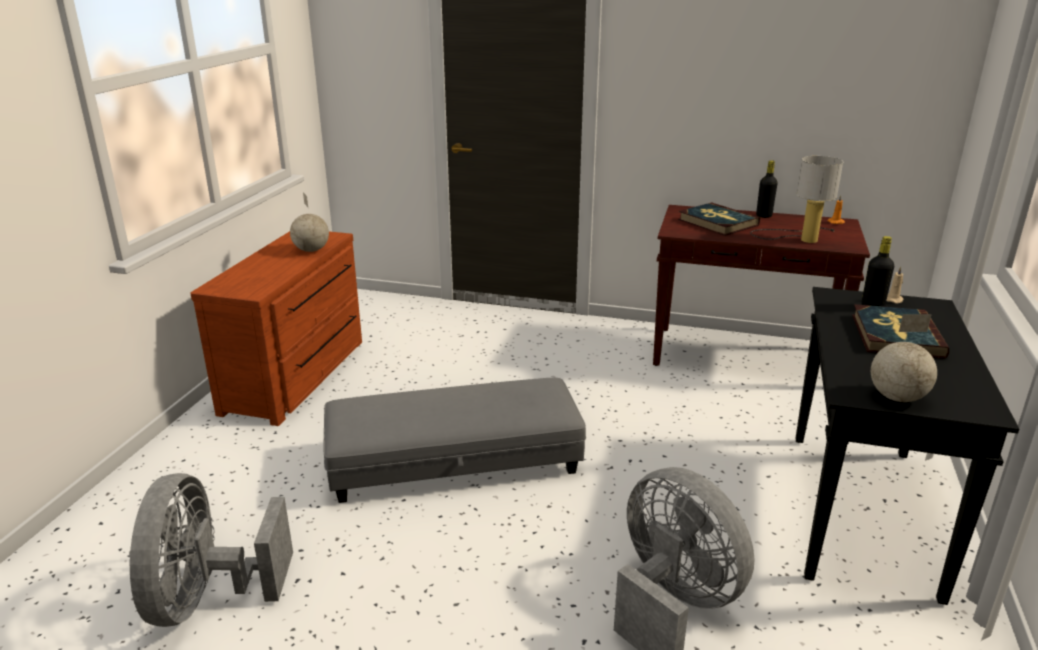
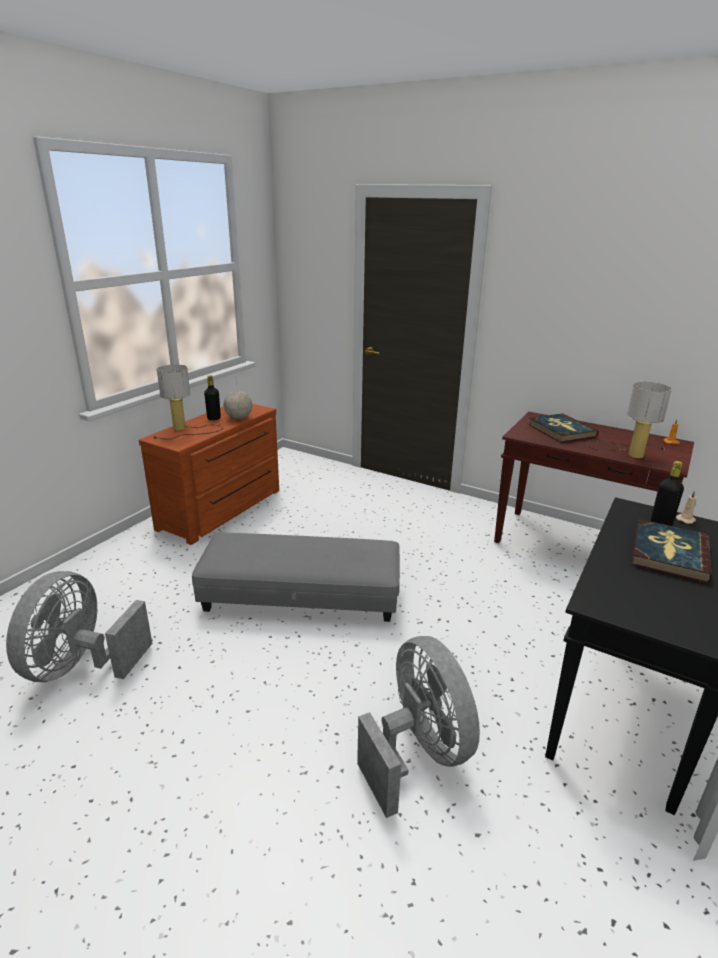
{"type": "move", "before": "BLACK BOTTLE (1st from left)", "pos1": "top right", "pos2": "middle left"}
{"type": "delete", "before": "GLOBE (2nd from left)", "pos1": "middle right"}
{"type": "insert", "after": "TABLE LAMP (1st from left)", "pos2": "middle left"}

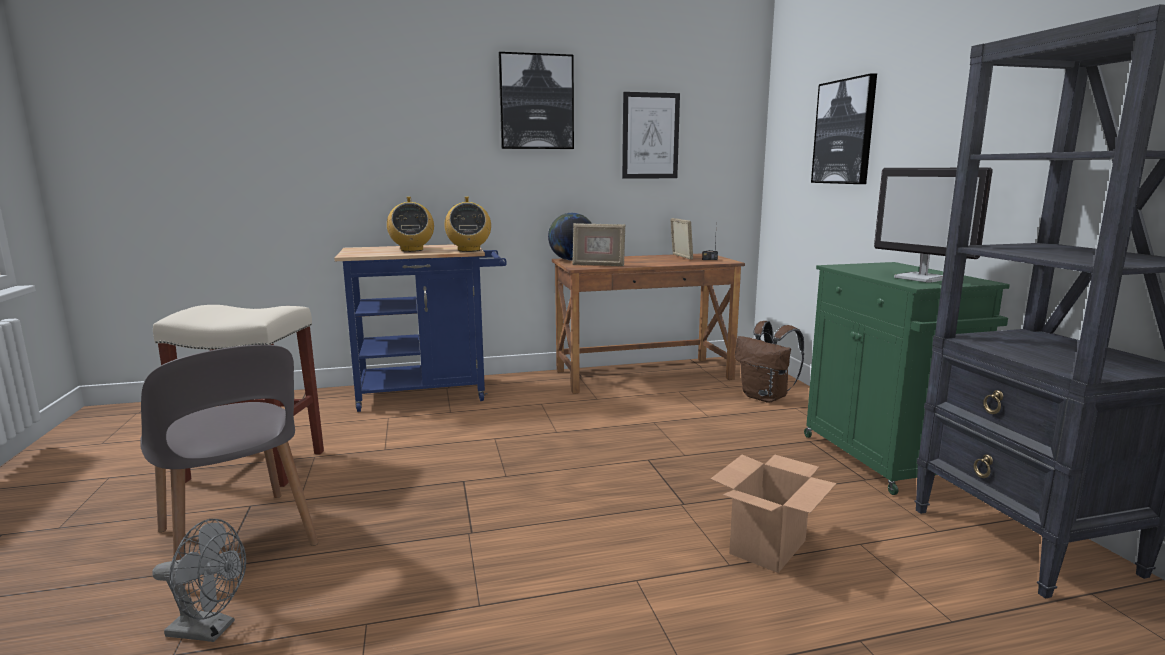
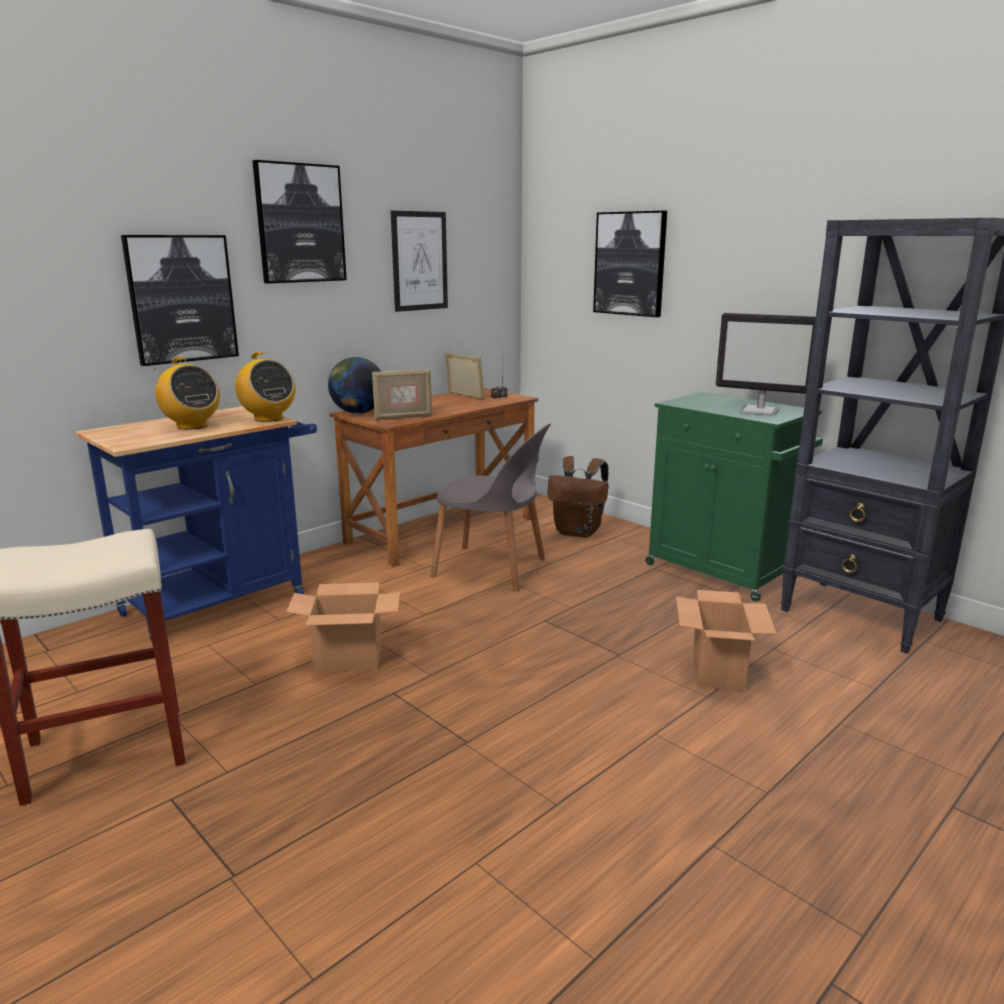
{"type": "move", "before": "GREY CHAIR", "pos1": "bottom left", "pos2": "centre"}
{"type": "delete", "before": "GREY FAN", "pos1": "bottom left"}
{"type": "insert", "after": "PICTURE (1st from left)", "pos2": "top left"}
{"type": "insert", "after": "CARDBOARD BOX (1st from left)", "pos2": "centre"}

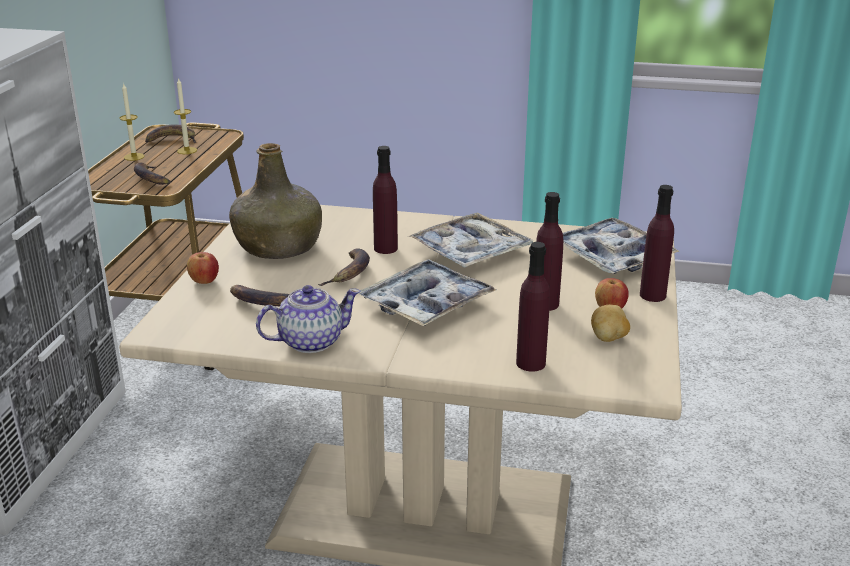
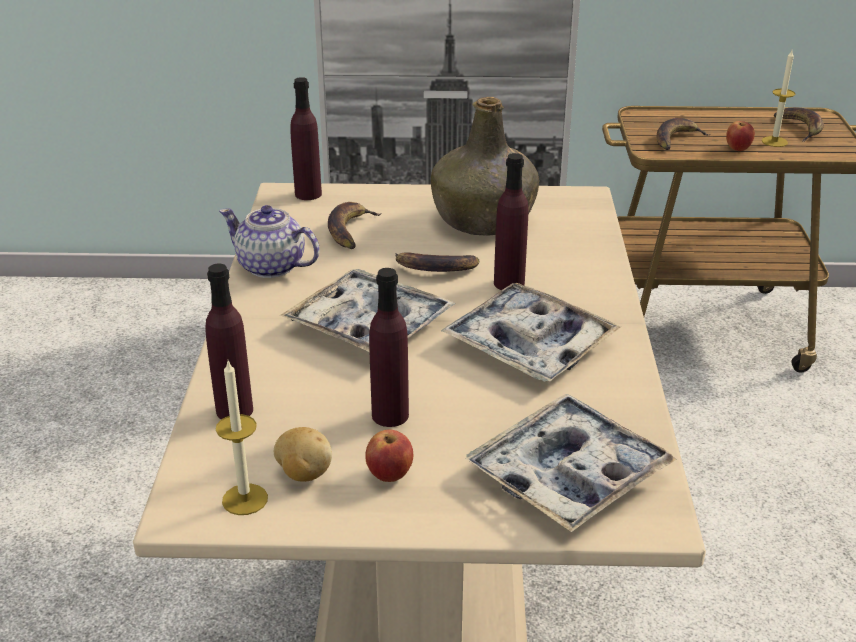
{"type": "move", "before": "CANDLE (1st from left)", "pos1": "top left", "pos2": "bottom left"}
{"type": "move", "before": "APPLE (1st from left in the first image)", "after": "APPLE (2nd from left)", "pos1": "middle left", "pos2": "top right"}
{"type": "rotate", "before": "TEAPOT", "pos1": "centre", "pos2": "middle left", "turn": 150}
{"type": "move", "before": "PURPLE BOTTLE (4th from left in the first image)", "after": "PURPLE BOTTLE (2nd from left)", "pos1": "middle right", "pos2": "top centre"}

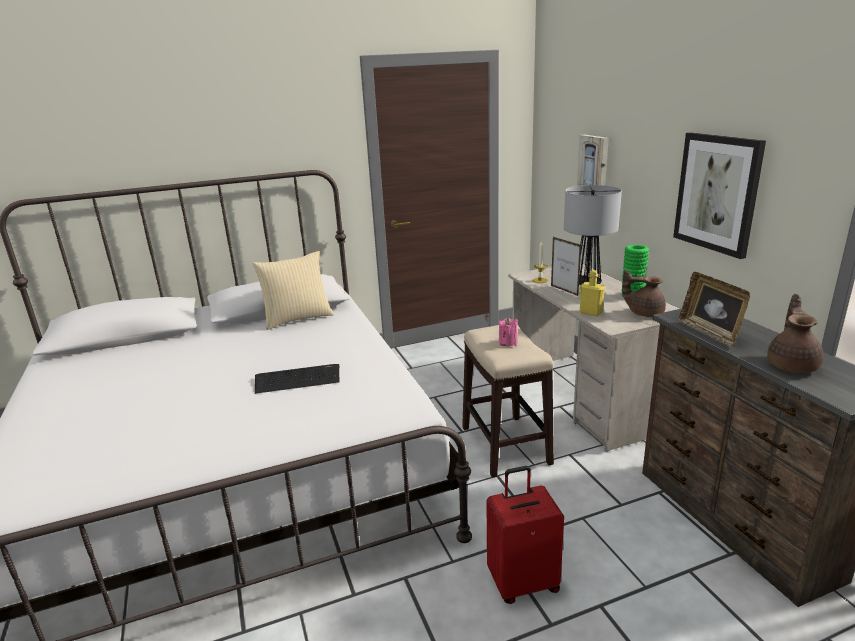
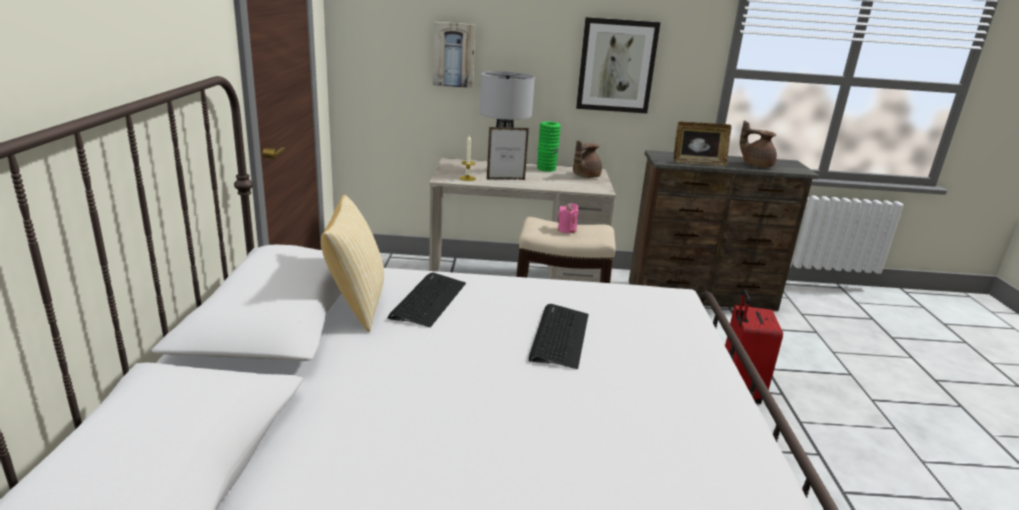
{"type": "delete", "before": "YELLOW BOTTLE", "pos1": "middle right"}
{"type": "insert", "after": "KEYBOARD (1st from left)", "pos2": "centre"}

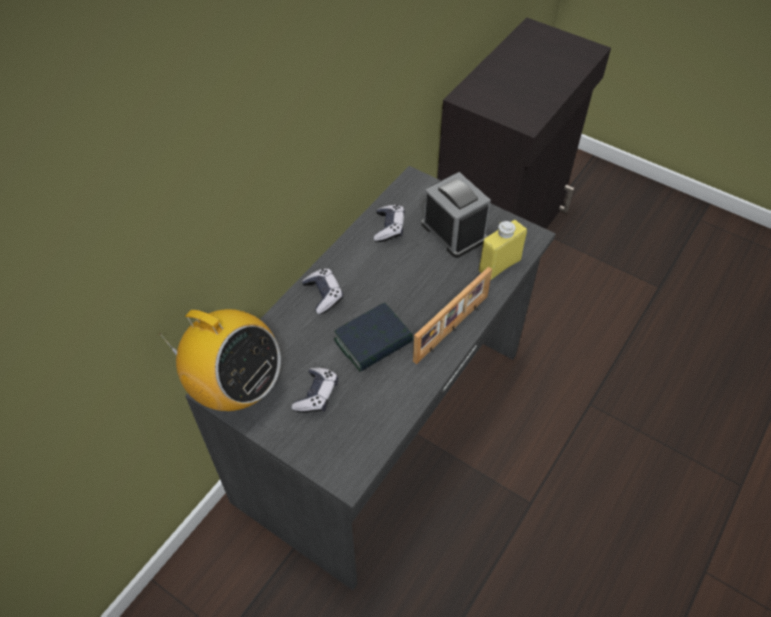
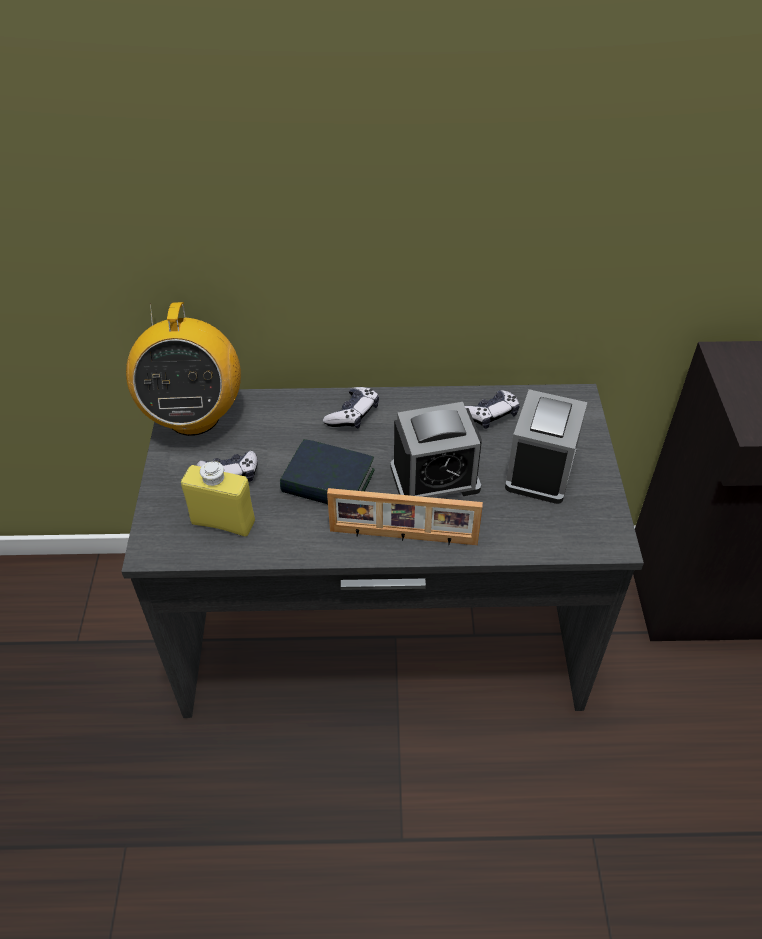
{"type": "move", "before": "YELLOW BOTTLE", "pos1": "centre", "pos2": "middle left"}
{"type": "insert", "after": "ALARM CLOCK (1st from left)", "pos2": "centre"}

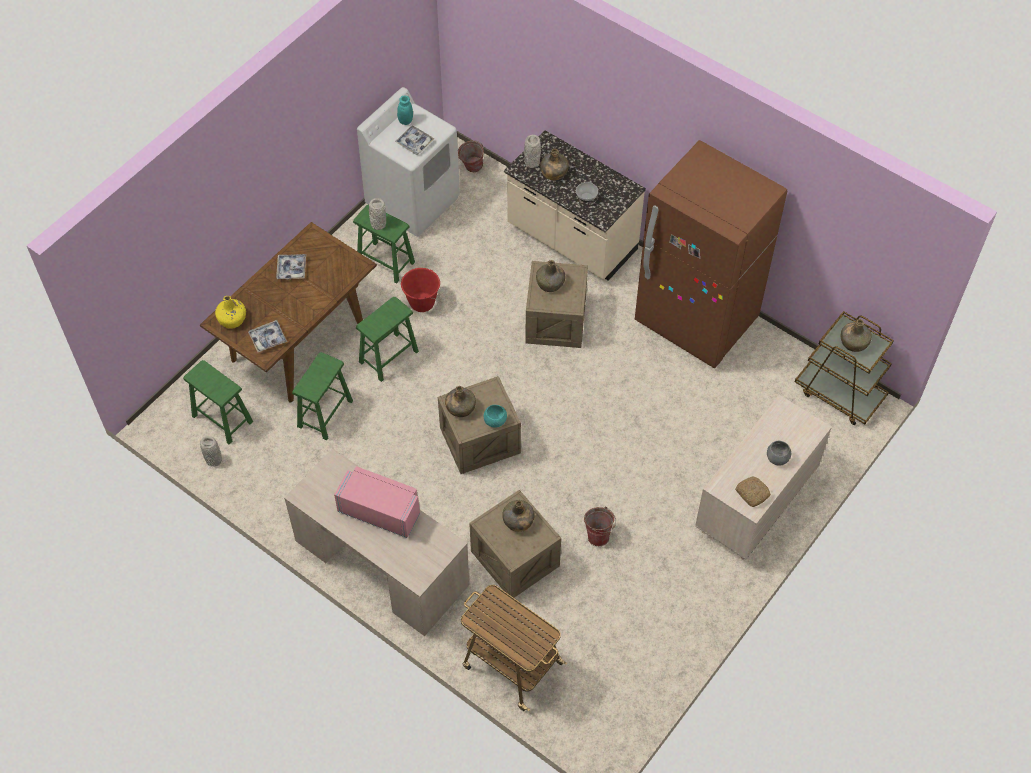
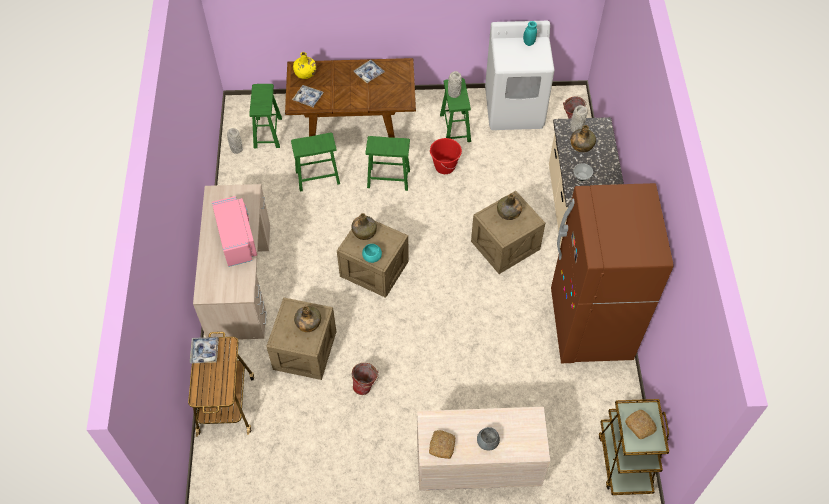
{"type": "move", "before": "TRAY (3rd from left in the first image)", "after": "TRAY (1st from left)", "pos1": "top centre", "pos2": "bottom left"}
{"type": "replace", "before": "GREEN BOTTLE (5th from left)", "after": "BREAD (2nd from left)", "pos1": "middle right", "pos2": "bottom right"}

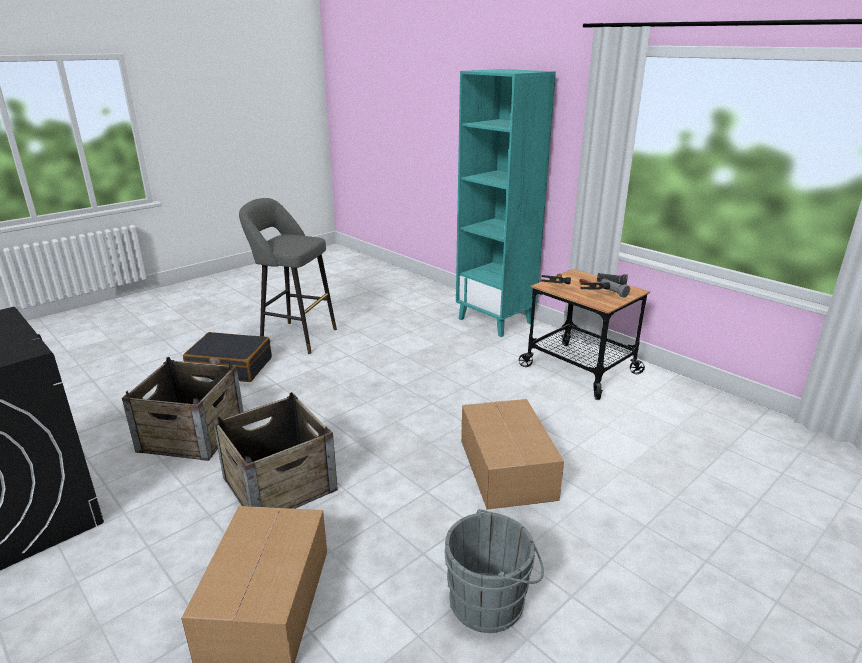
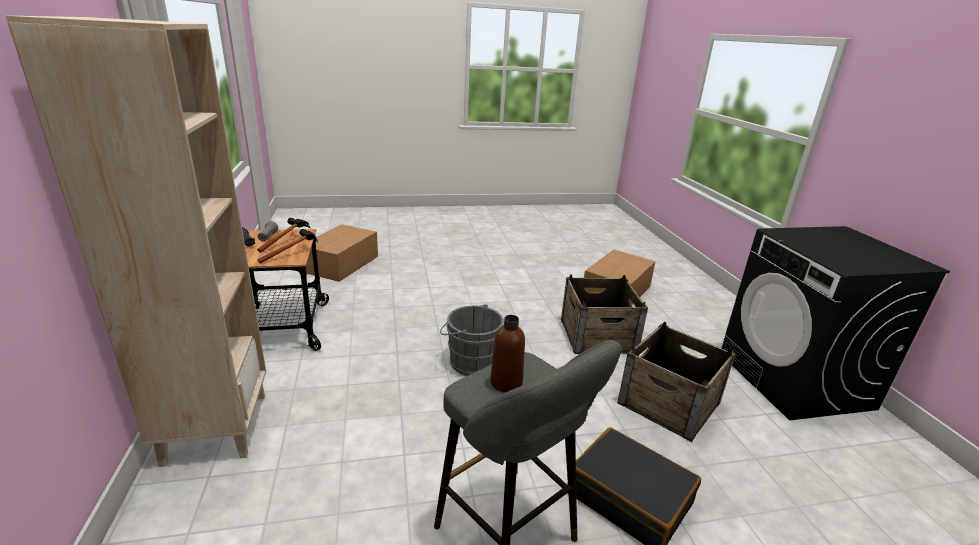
{"type": "move", "before": "GREY BUCKET", "pos1": "bottom centre", "pos2": "centre"}
{"type": "recolor", "before": "TURQUOISE BOOKCASE", "after": "BEIGE BOOKCASE", "pos1": "top centre", "pos2": "middle left"}
{"type": "move", "before": "CARDBOARD BOX (2nd from left in the first image)", "after": "CARDBOARD BOX (1st from left)", "pos1": "bottom centre", "pos2": "centre"}
{"type": "insert", "after": "BROWN BOTTLE", "pos2": "centre"}

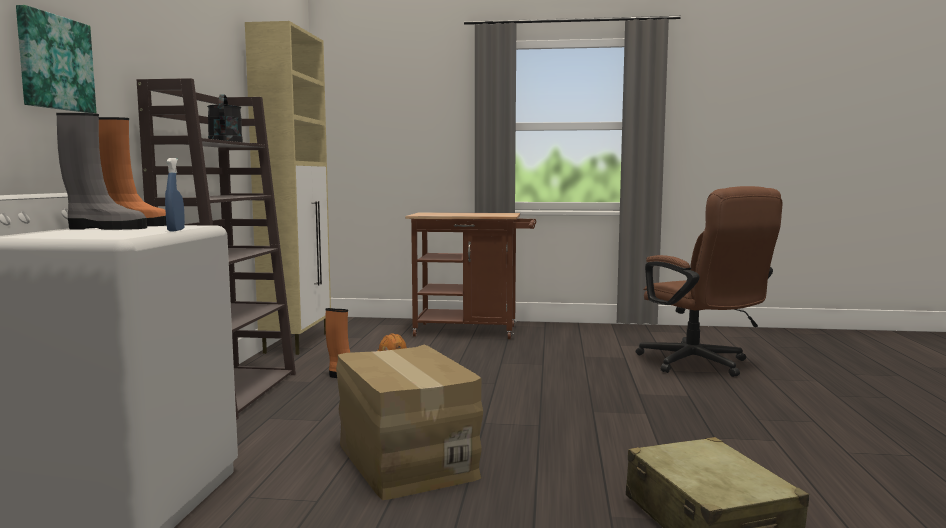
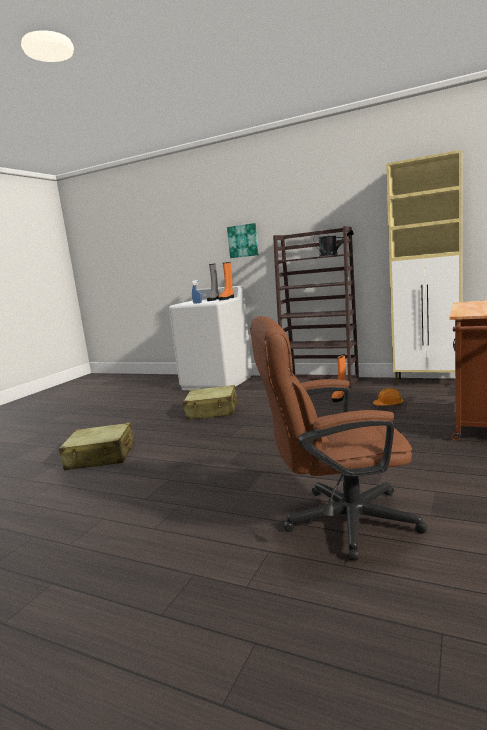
{"type": "replace", "before": "CARDBOARD BOX", "after": "BEIGE SUITCASE (2nd from left)", "pos1": "bottom centre", "pos2": "centre"}

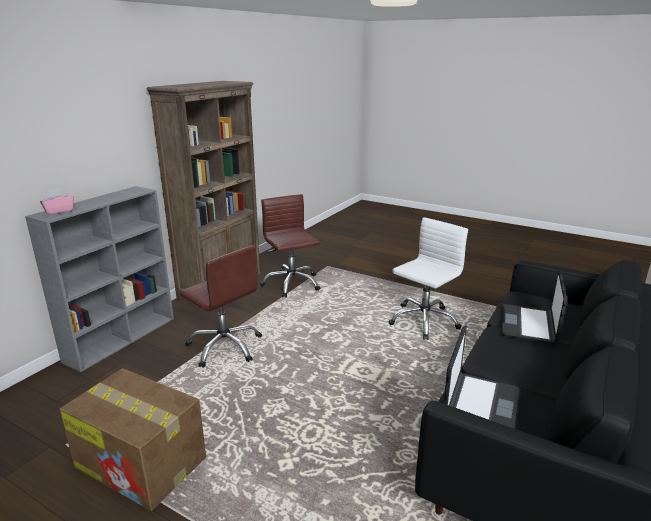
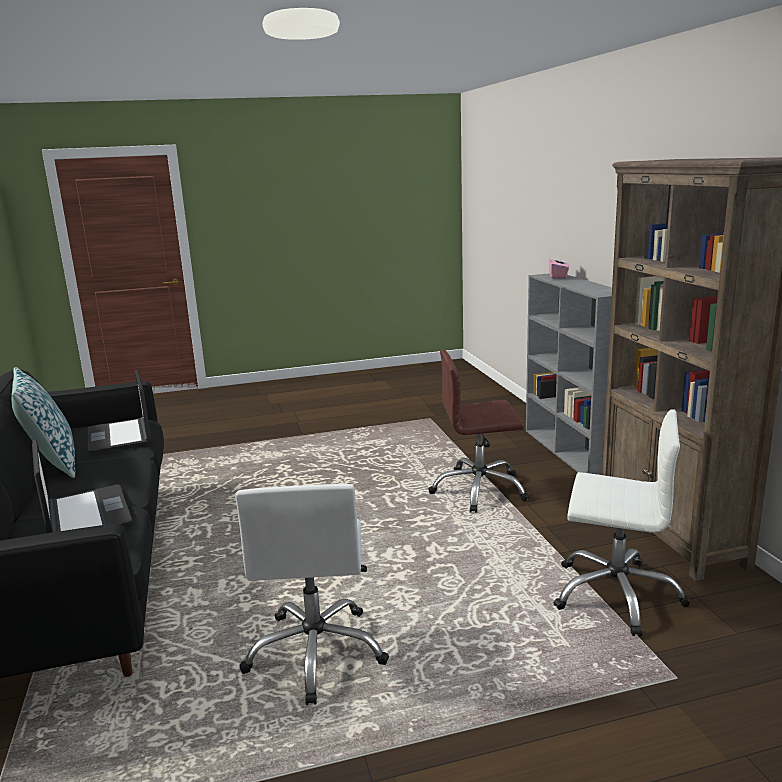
{"type": "delete", "before": "CARDBOARD BOX", "pos1": "bottom left"}
{"type": "recolor", "before": "BROWN OFFICE CHAIR (2nd from left)", "after": "WHITE OFFICE CHAIR (2nd from left)", "pos1": "centre", "pos2": "bottom right"}
{"type": "insert", "after": "PILLOW", "pos2": "middle left"}

